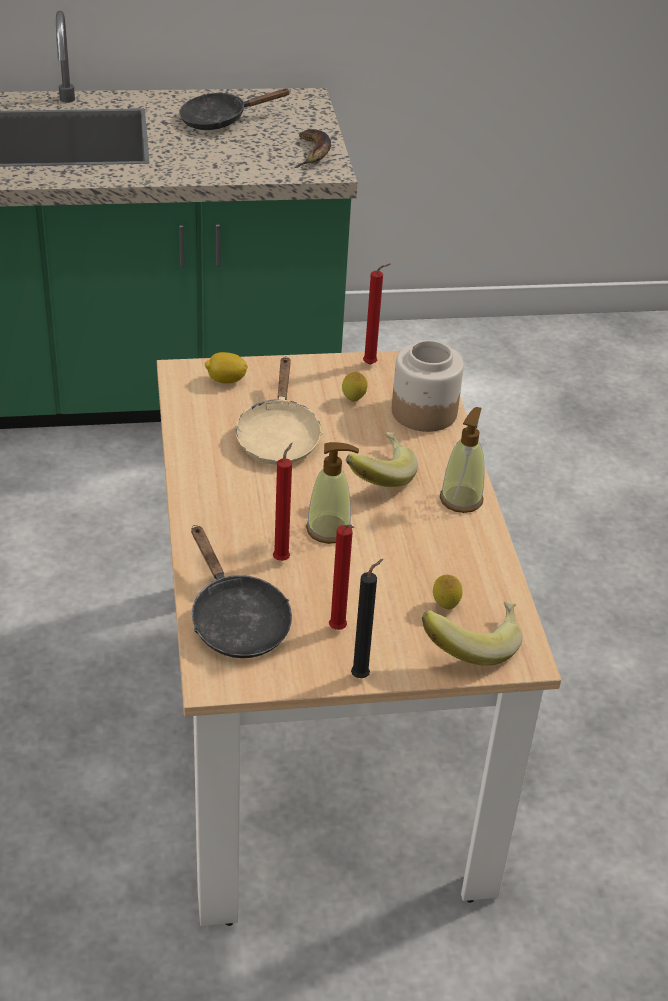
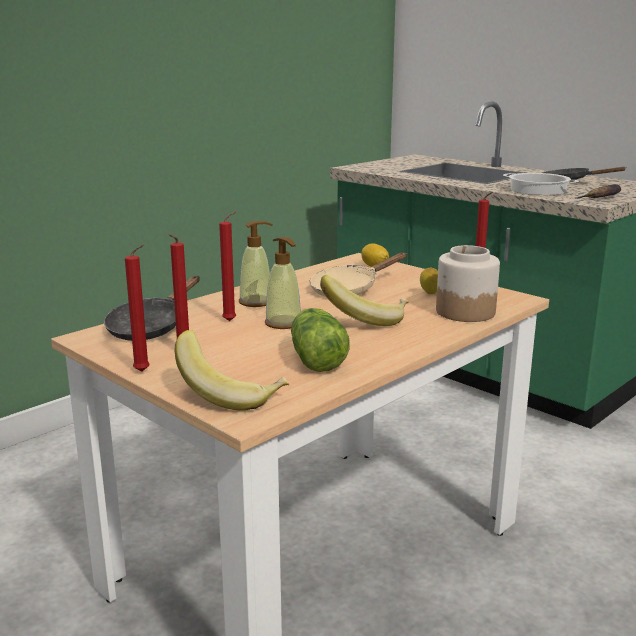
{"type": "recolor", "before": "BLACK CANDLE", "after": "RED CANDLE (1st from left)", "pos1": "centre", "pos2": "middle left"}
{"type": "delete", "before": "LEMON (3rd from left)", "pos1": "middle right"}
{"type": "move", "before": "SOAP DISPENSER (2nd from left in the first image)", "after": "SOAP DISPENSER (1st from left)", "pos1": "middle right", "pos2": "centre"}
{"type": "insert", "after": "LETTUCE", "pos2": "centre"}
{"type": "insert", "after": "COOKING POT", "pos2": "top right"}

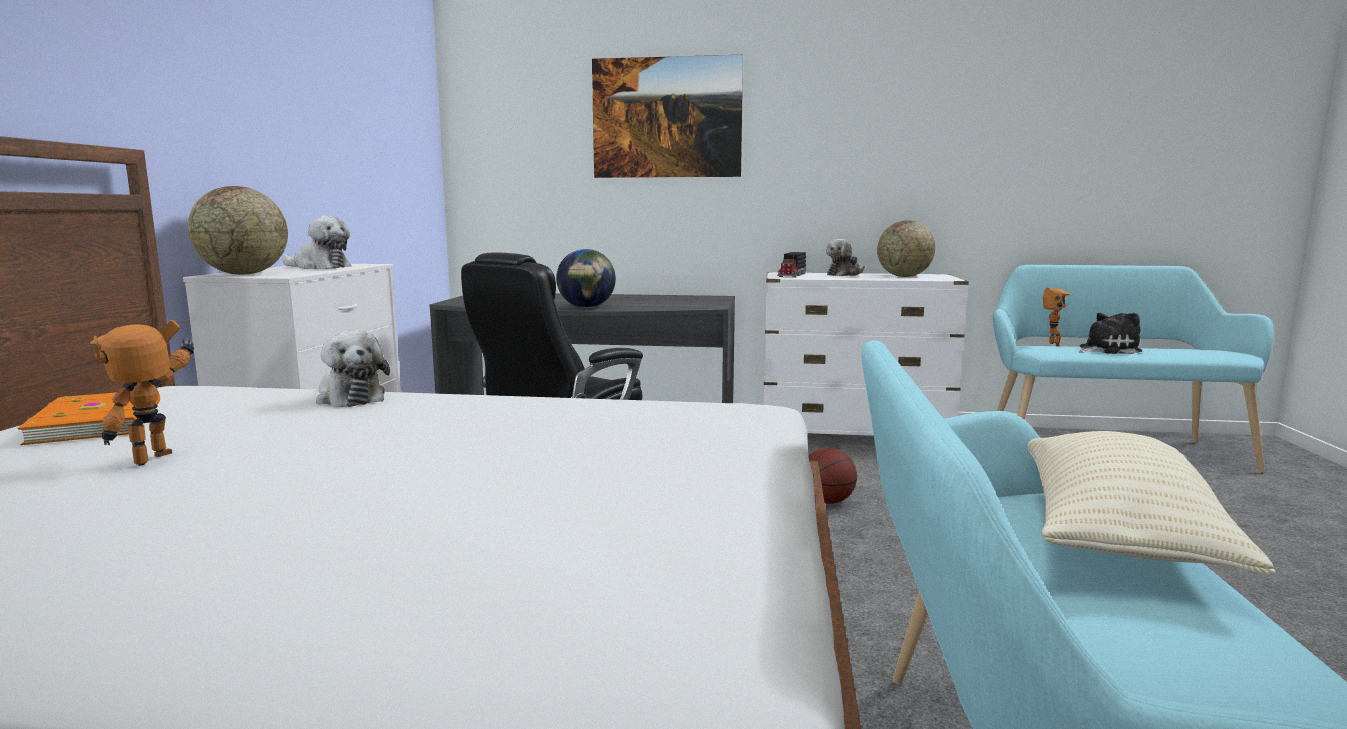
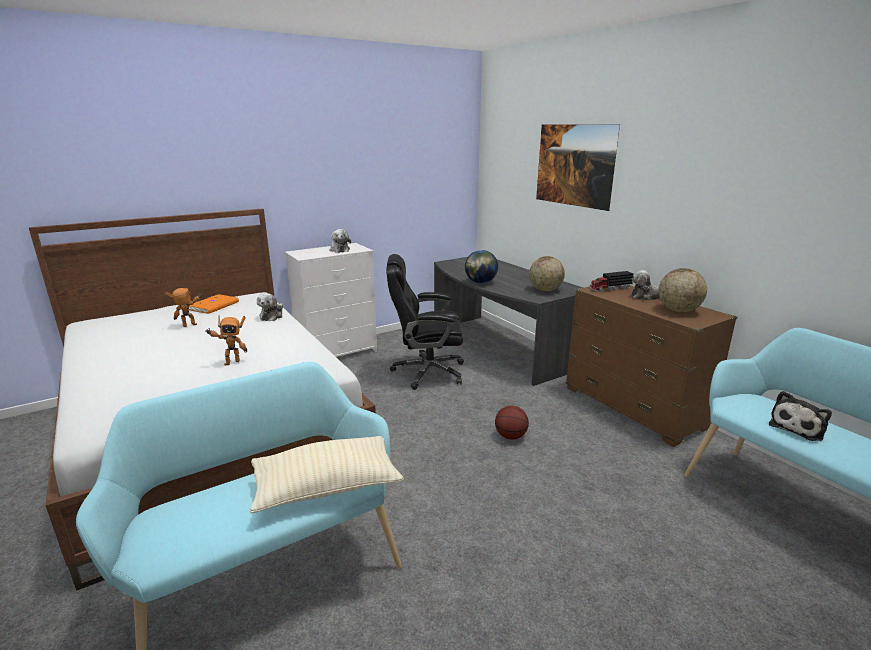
{"type": "move", "before": "GLOBE (1st from left in the first image)", "after": "GLOBE (2nd from left)", "pos1": "top left", "pos2": "centre"}
{"type": "recolor", "before": "WHITE DRESSER (2nd from left)", "after": "BROWN DRESSER", "pos1": "centre", "pos2": "middle right"}
{"type": "move", "before": "TOY ROBOT (2nd from left)", "pos1": "middle right", "pos2": "middle left"}
{"type": "rotate", "before": "PLUSH TOY (4th from left)", "pos1": "middle right", "pos2": "middle right", "turn": 105}

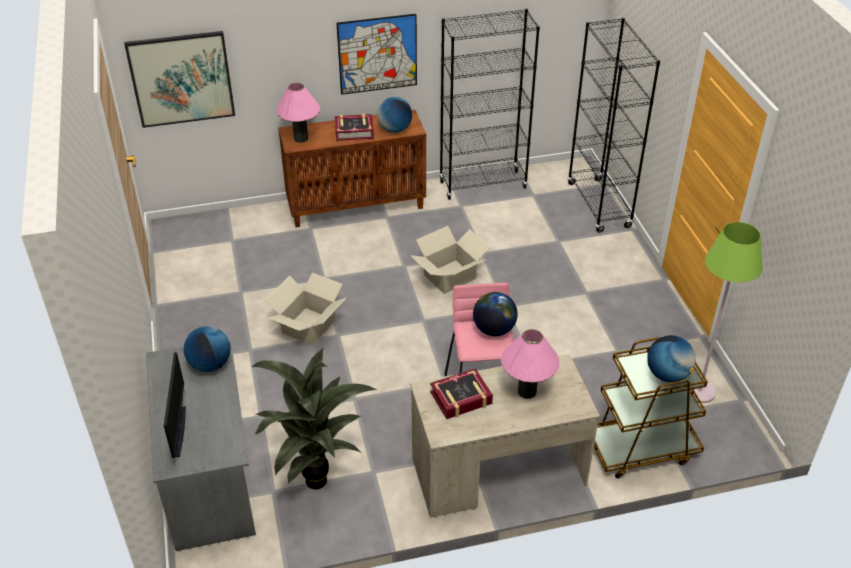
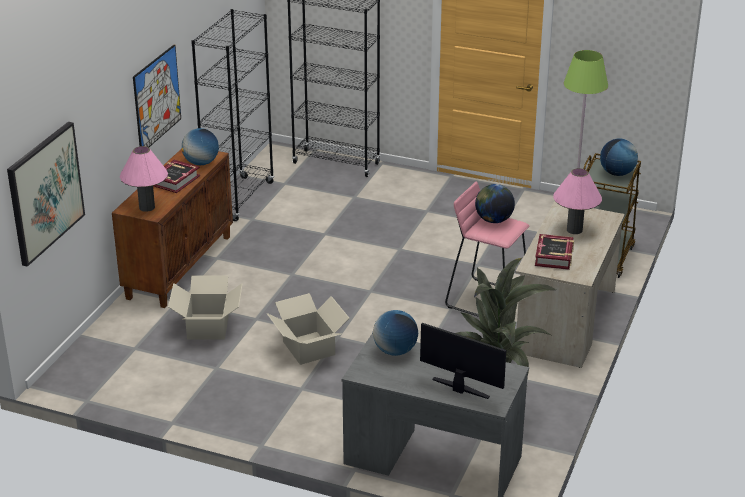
{"type": "move", "before": "CARDBOARD BOX (2nd from left in the first image)", "after": "CARDBOARD BOX (1st from left)", "pos1": "centre", "pos2": "middle left"}

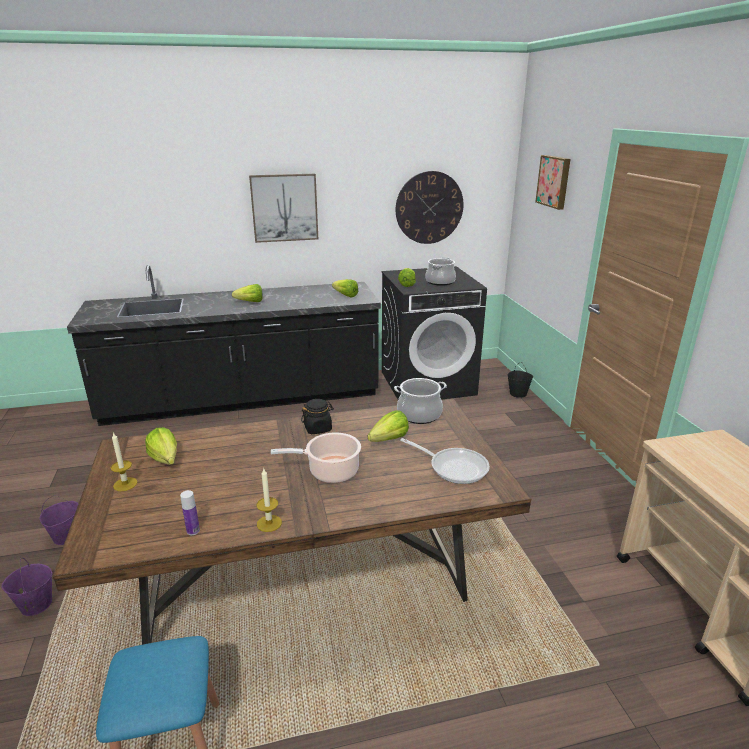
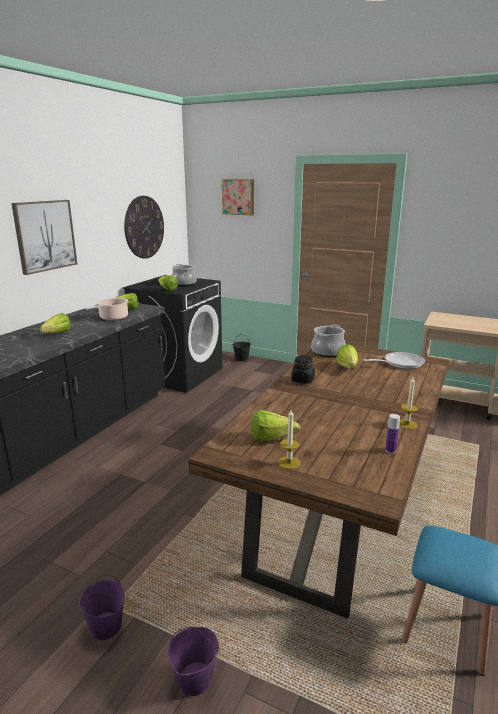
{"type": "move", "before": "COOKING POT (1st from left)", "pos1": "centre", "pos2": "middle left"}

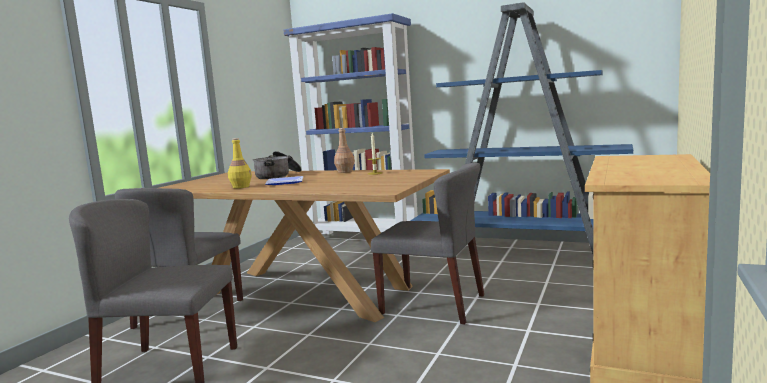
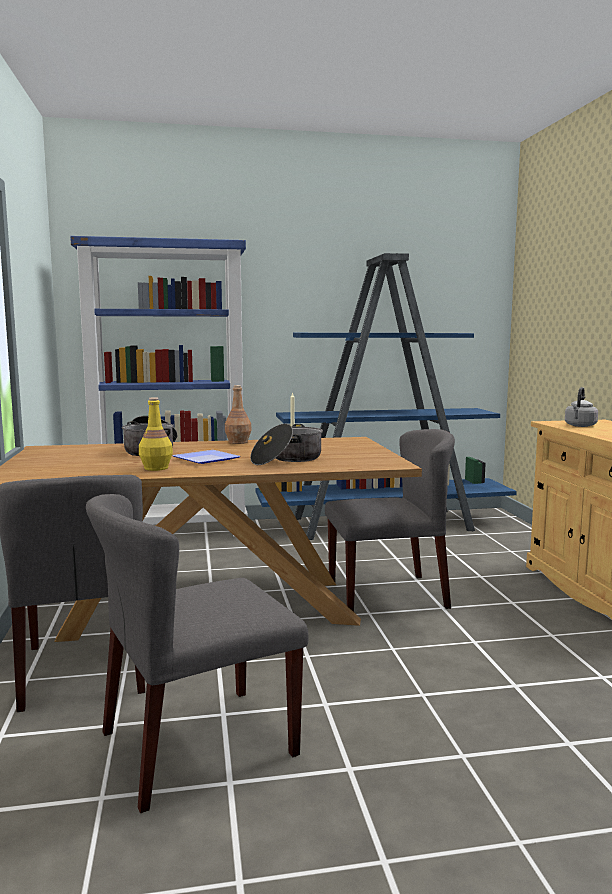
{"type": "insert", "after": "COOKING POT (2nd from left)", "pos2": "centre"}
{"type": "insert", "after": "GREY KETTLE", "pos2": "middle right"}

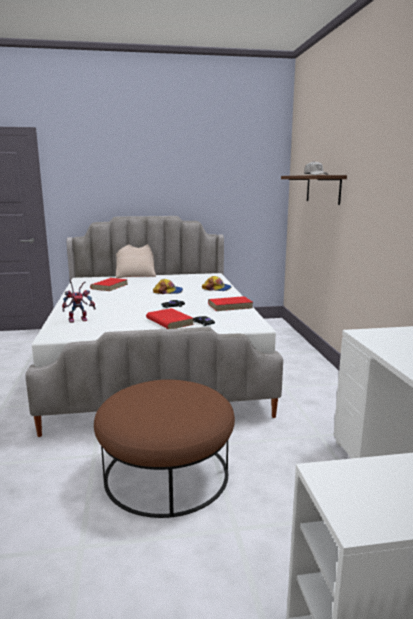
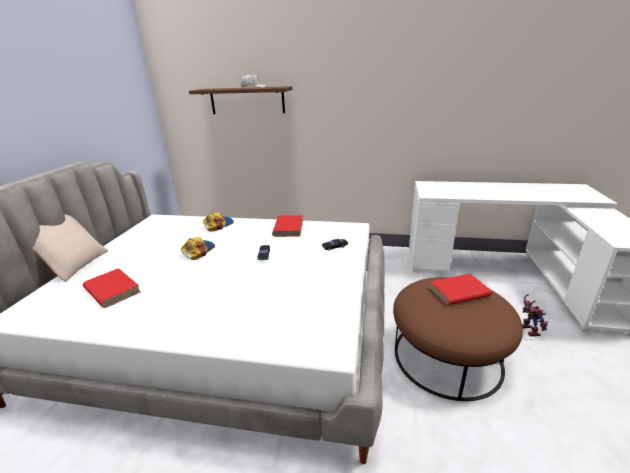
{"type": "move", "before": "TOY ROBOT", "pos1": "middle left", "pos2": "middle right"}
{"type": "move", "before": "RED BOOK (2nd from left in the first image)", "after": "RED BOOK (3rd from left)", "pos1": "centre", "pos2": "middle right"}

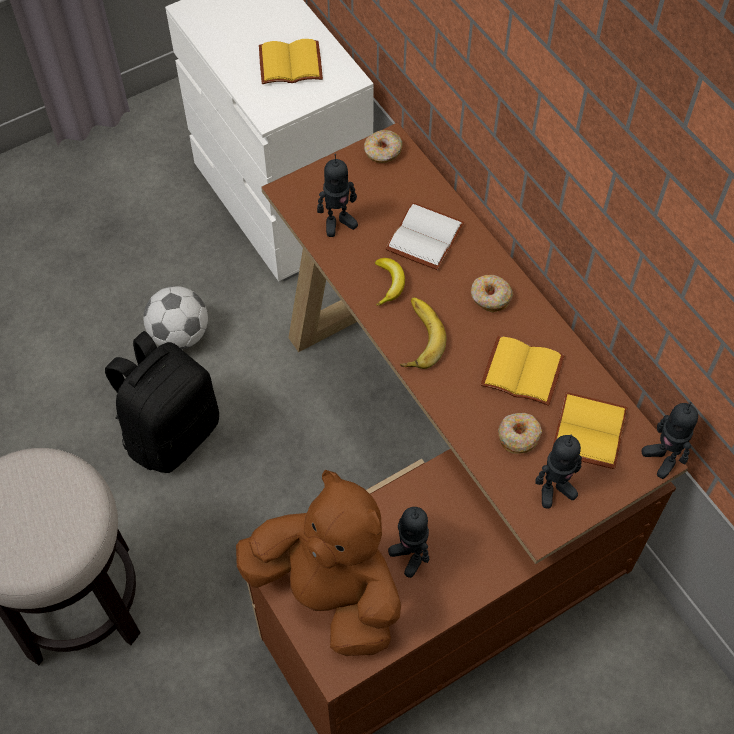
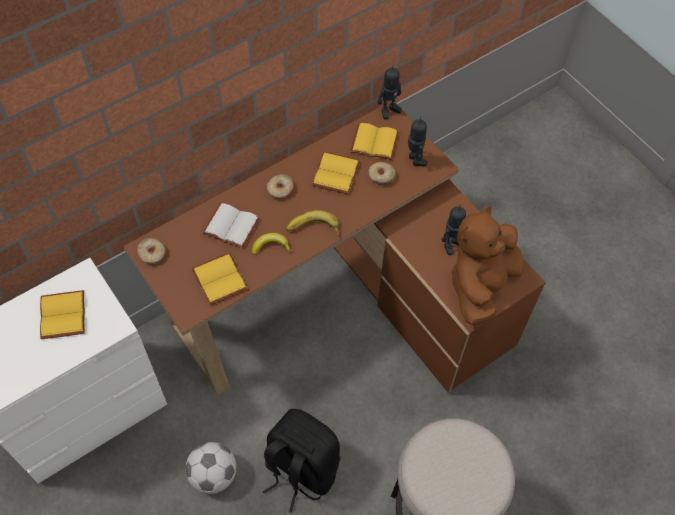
{"type": "replace", "before": "TOY ROBOT (1st from left)", "after": "YELLOW BOOK (2nd from left)", "pos1": "top centre", "pos2": "middle left"}

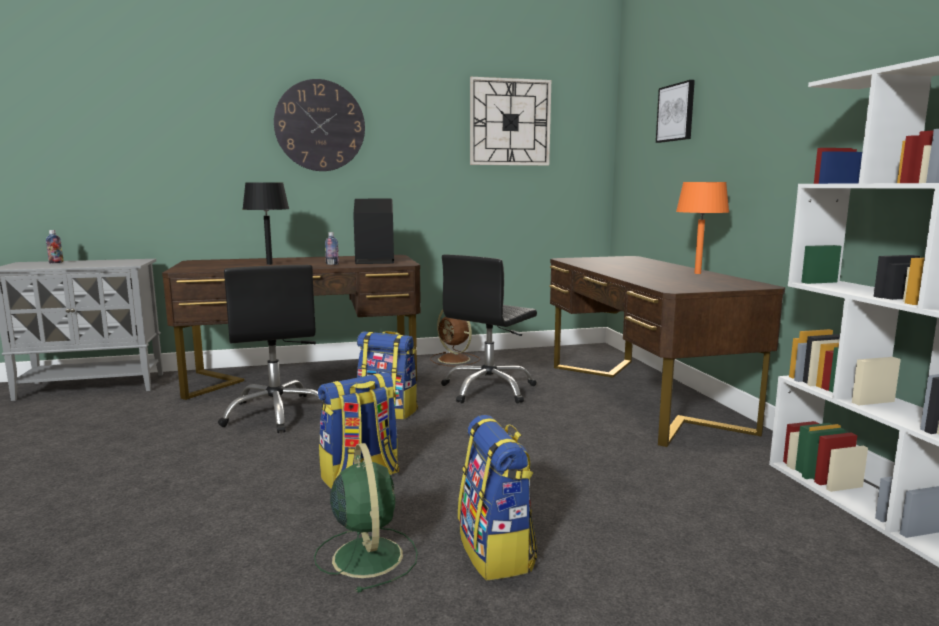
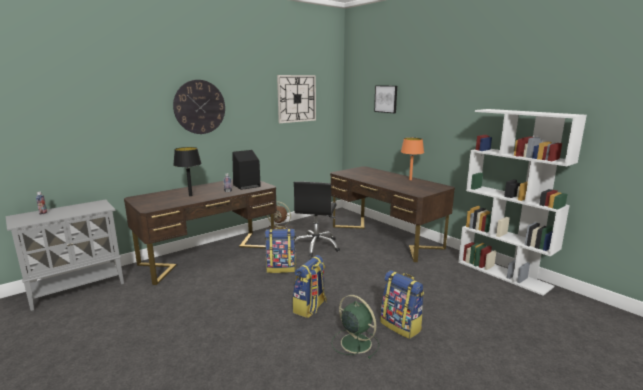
{"type": "delete", "before": "BLACK OFFICE CHAIR (1st from left)", "pos1": "middle left"}

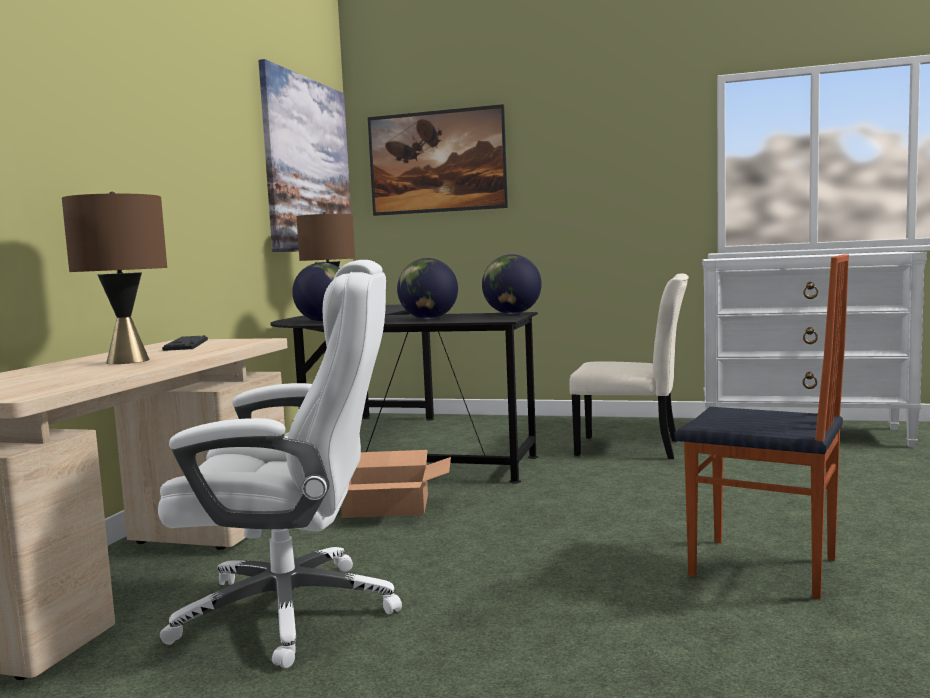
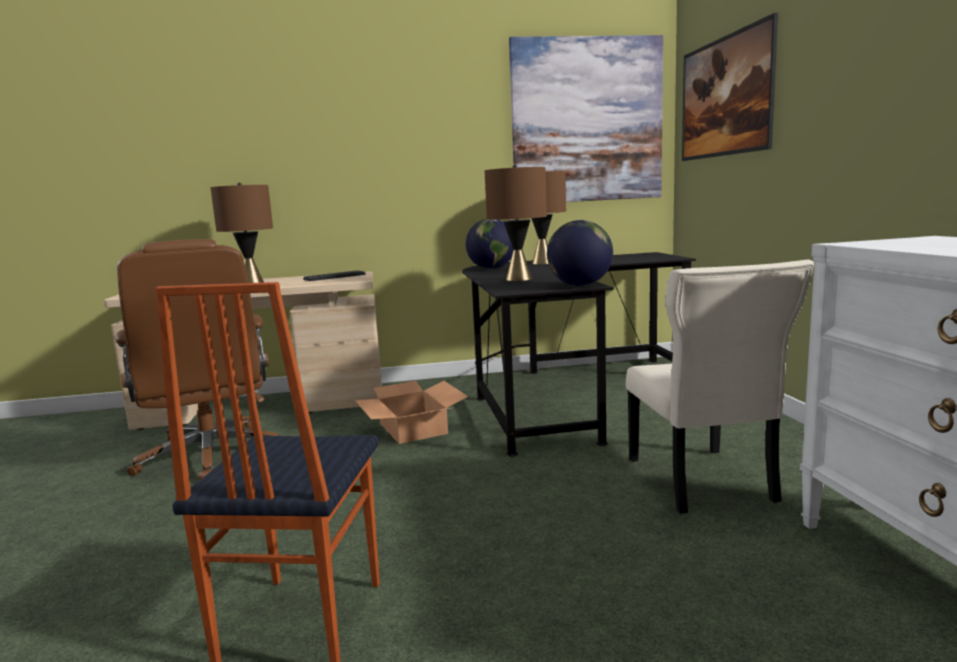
{"type": "recolor", "before": "WHITE OFFICE CHAIR", "after": "BROWN OFFICE CHAIR", "pos1": "middle left", "pos2": "middle left"}
{"type": "replace", "before": "GLOBE (2nd from left)", "after": "BROWN TABLE LAMP (2nd from left)", "pos1": "centre", "pos2": "centre"}

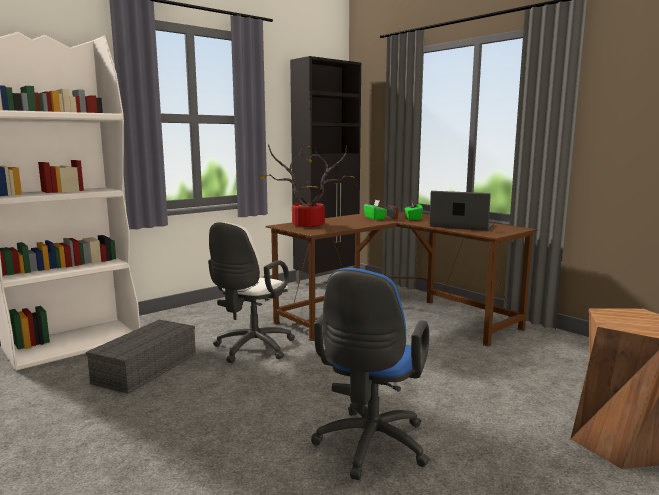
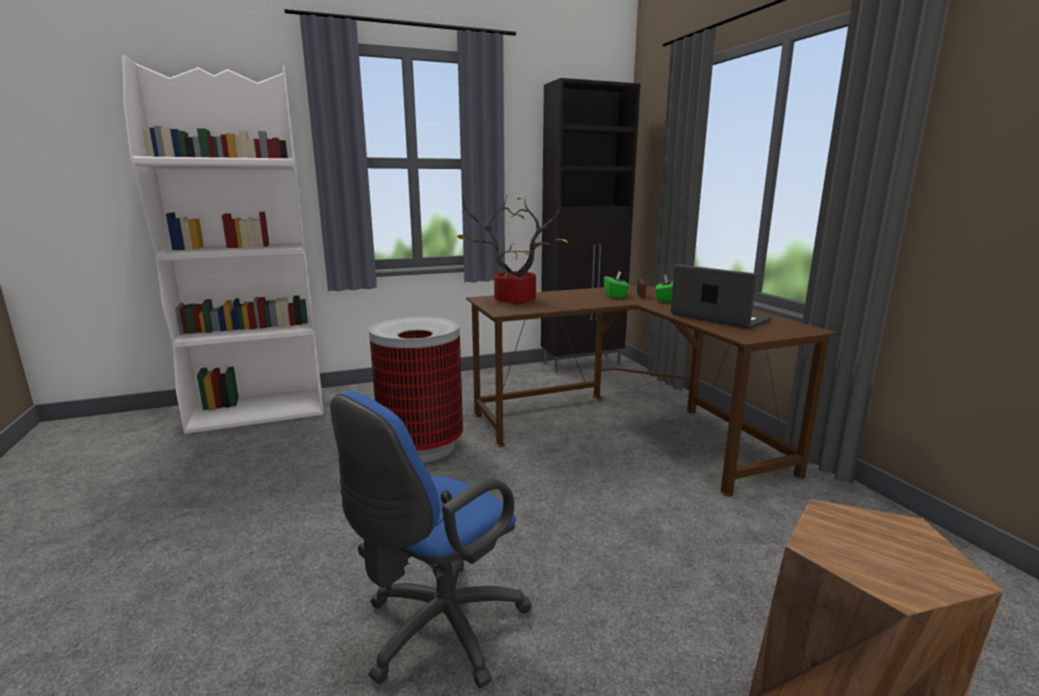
{"type": "delete", "before": "GREY STORAGE BOX", "pos1": "bottom left"}
{"type": "replace", "before": "WHITE OFFICE CHAIR", "after": "TRASH CAN", "pos1": "centre", "pos2": "centre"}

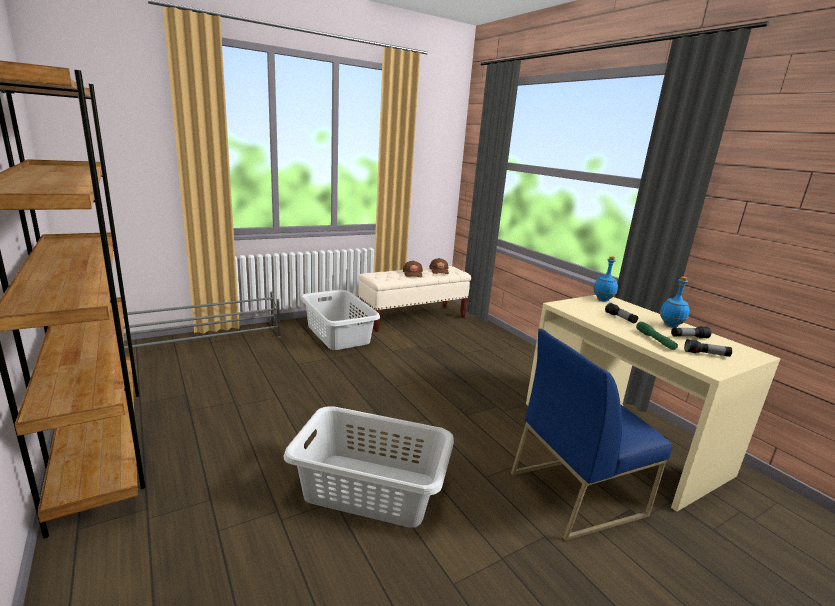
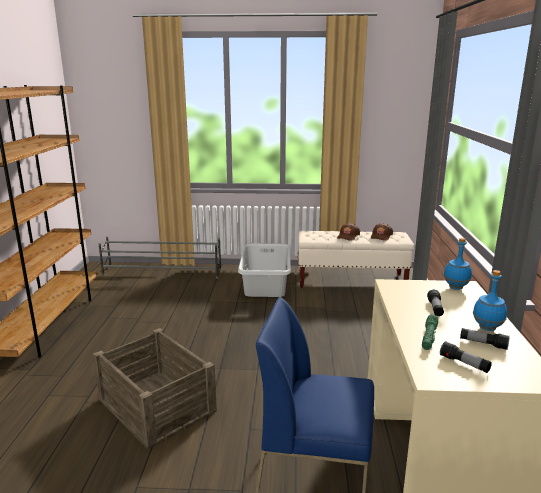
{"type": "replace", "before": "GREY LAUNDRY BASKET (2nd from left)", "after": "CRATE", "pos1": "bottom centre", "pos2": "bottom left"}

